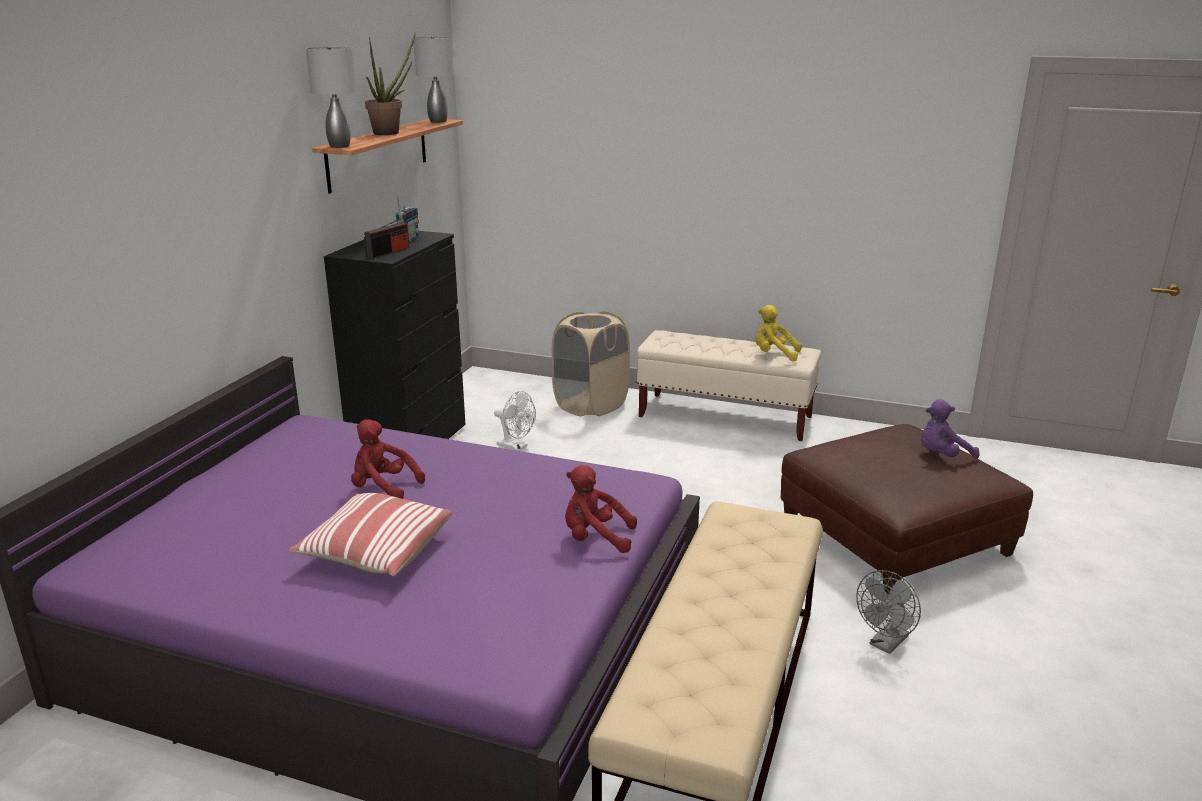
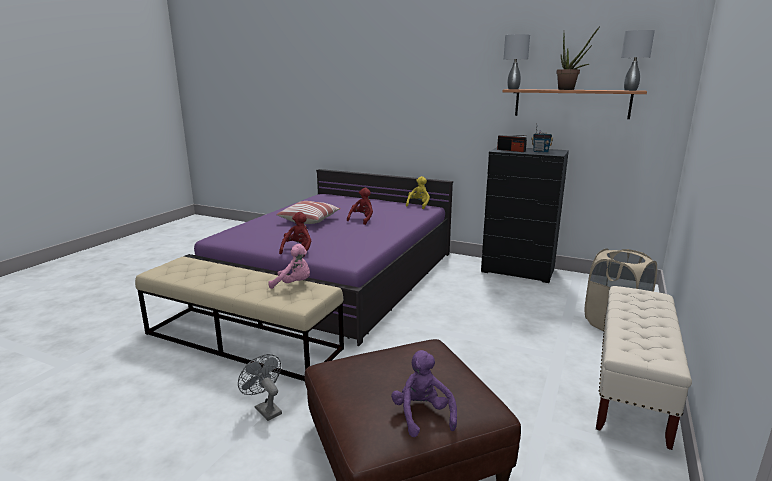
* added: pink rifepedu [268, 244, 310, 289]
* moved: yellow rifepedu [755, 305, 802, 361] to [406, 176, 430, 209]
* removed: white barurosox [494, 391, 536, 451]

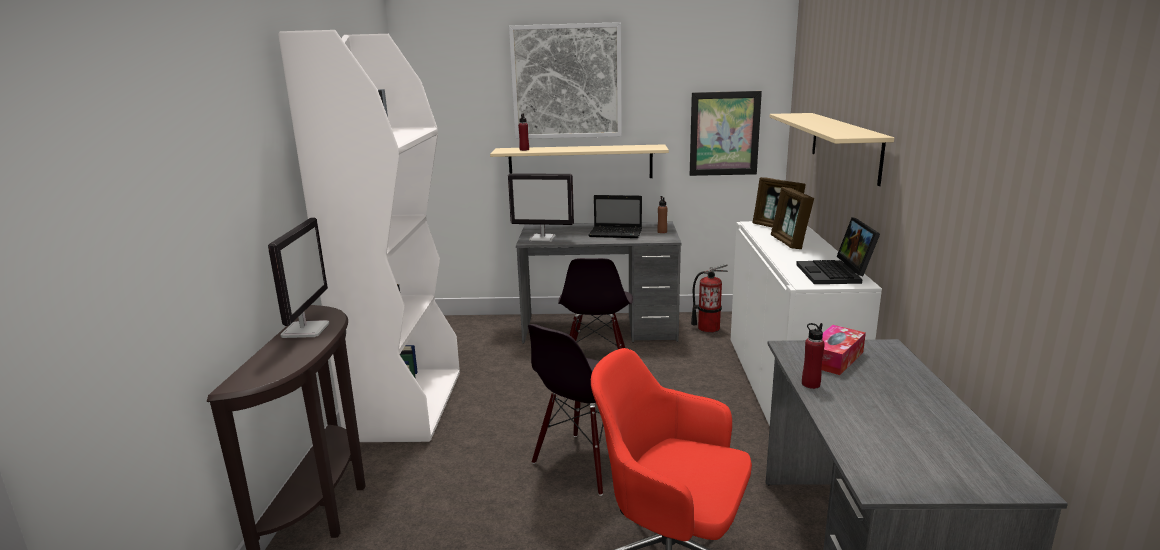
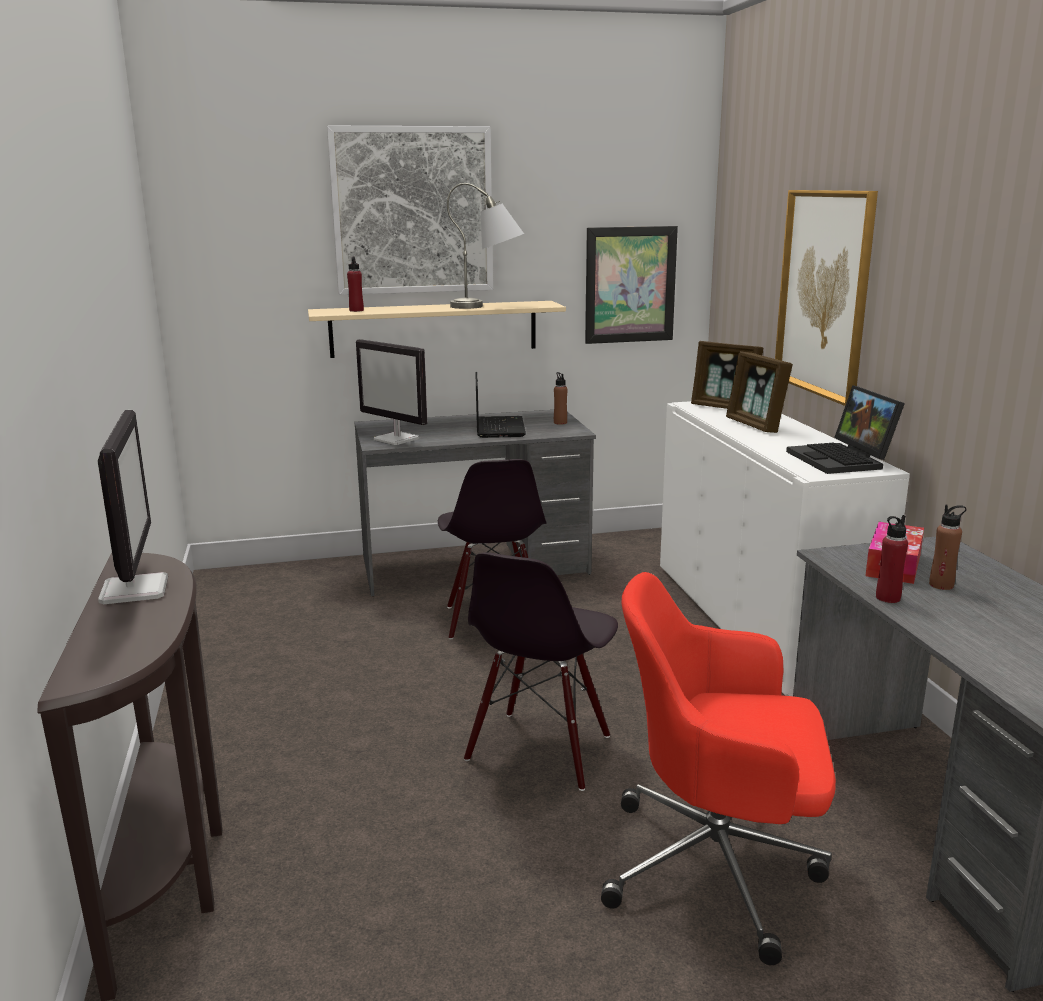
* turned: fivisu [508, 173, 574, 242] = [356, 339, 427, 445] 45 degrees clockwise
* added: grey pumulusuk [447, 183, 524, 309]
* turned: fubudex [588, 195, 642, 238] = [475, 372, 526, 438] 90 degrees counterclockwise
* replaced: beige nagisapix [770, 113, 894, 186] to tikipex [775, 190, 878, 406]
* added: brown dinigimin [929, 504, 966, 590]
* removed: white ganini [278, 30, 460, 442]
* removed: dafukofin [691, 264, 728, 333]

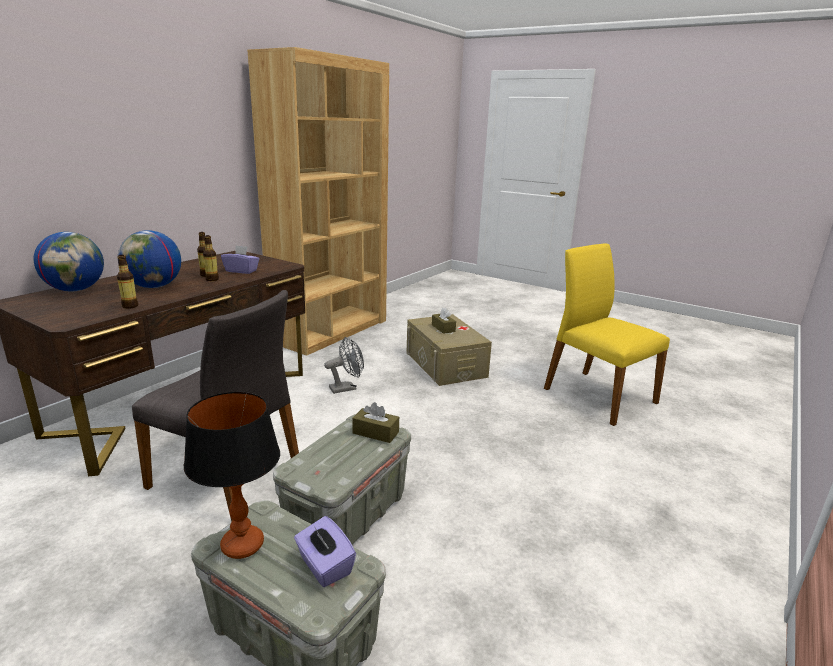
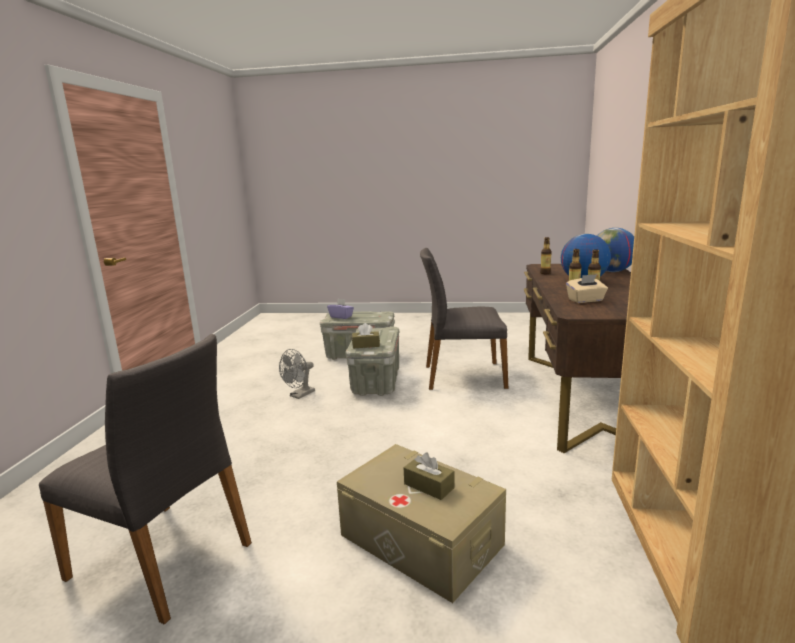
* recoloured: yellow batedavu [544, 243, 670, 426] to grey batedavu [39, 334, 252, 625]
* moved: grey barurosox [324, 337, 364, 394] to [279, 349, 315, 399]
* recoloured: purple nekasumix [221, 245, 260, 274] to beige nekasumix [566, 274, 608, 303]
* removed: pumulusuk [184, 392, 280, 559]

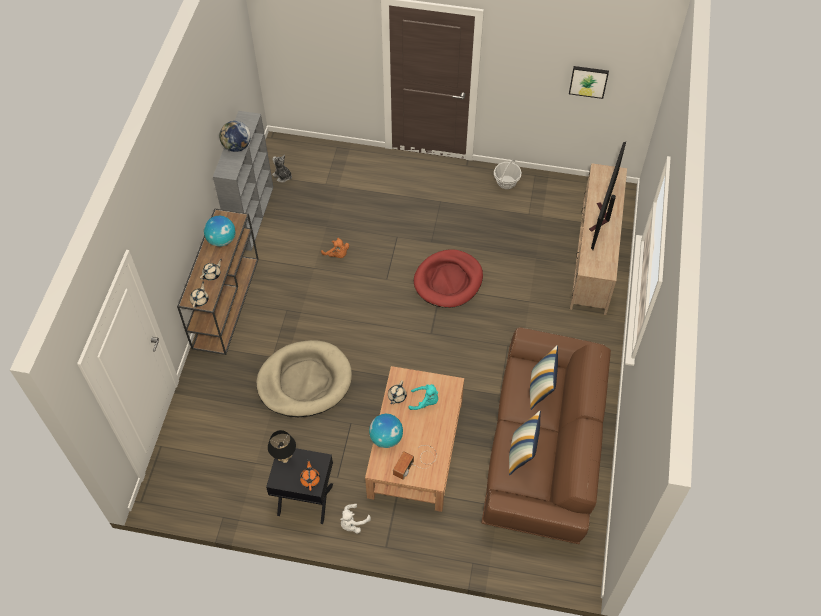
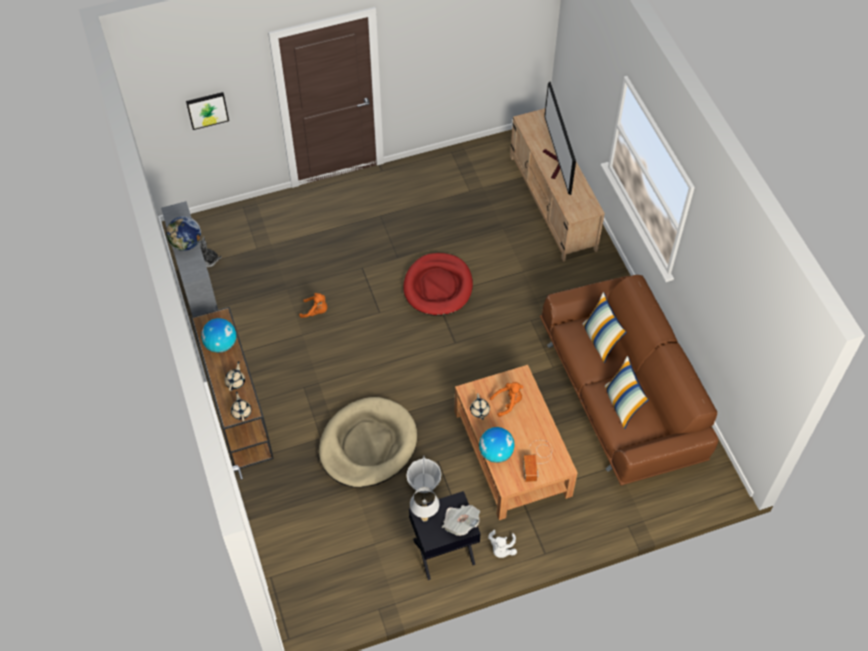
* moved: tikipex [569, 66, 609, 99] to [186, 92, 229, 130]
* moved: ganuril [494, 160, 522, 189] to [406, 456, 441, 493]
* recoloured: black pumulusuk [268, 430, 296, 463] to white pumulusuk [410, 487, 440, 522]
* replaced: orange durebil [300, 459, 320, 491] to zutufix [442, 505, 480, 536]
* recoloured: turquoise rifepedu [409, 384, 438, 410] to orange rifepedu [490, 382, 523, 417]

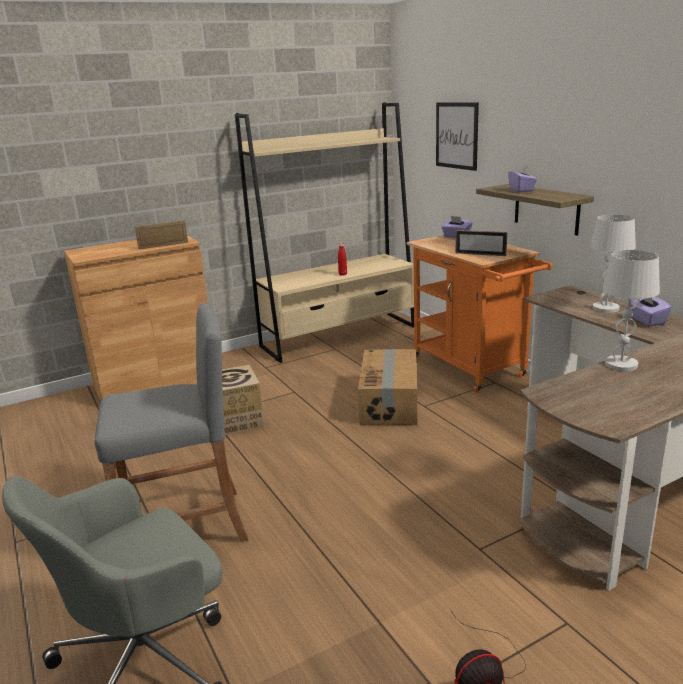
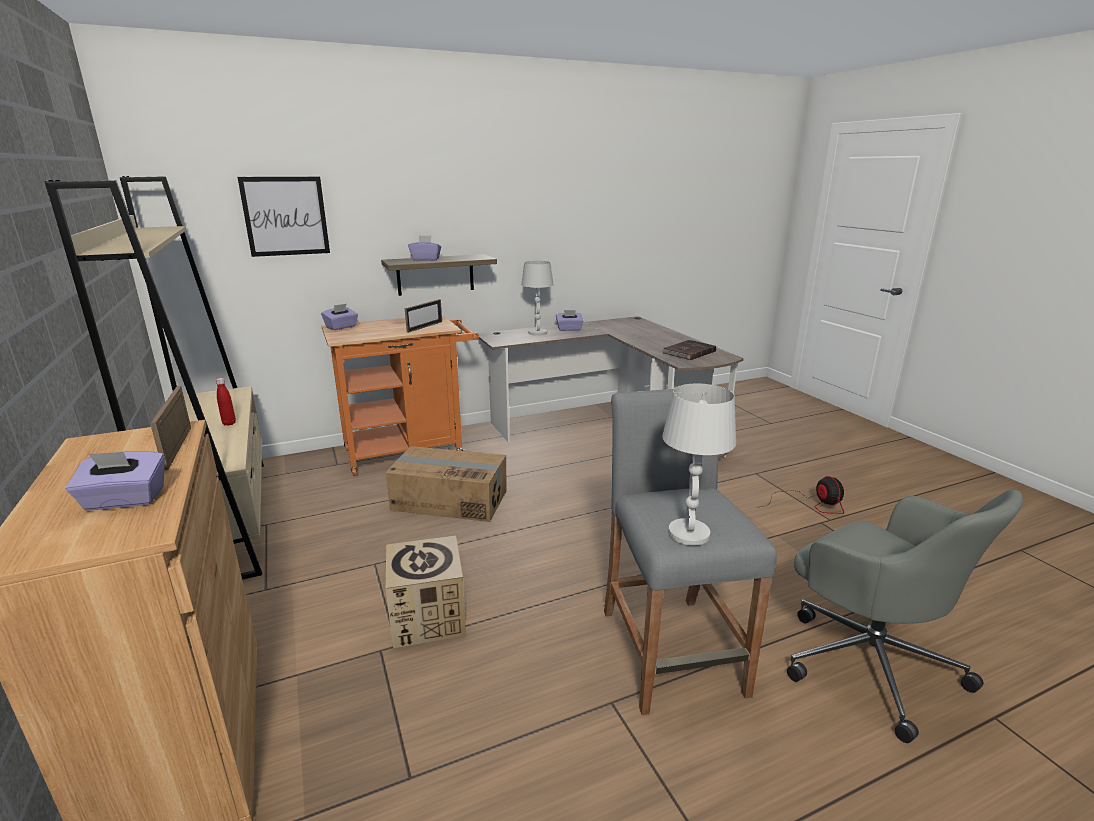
* added: purple nekasumix [66, 451, 165, 511]
* added: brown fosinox [661, 340, 716, 360]
* moved: white pumulusuk [602, 250, 660, 371] to [662, 384, 736, 545]

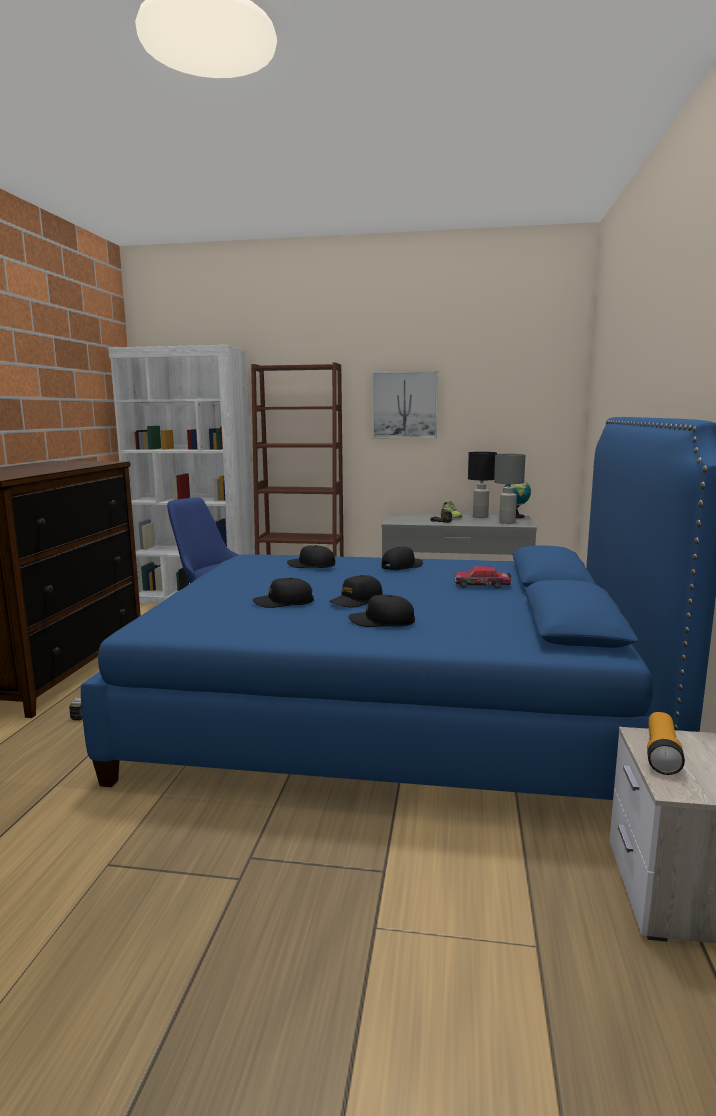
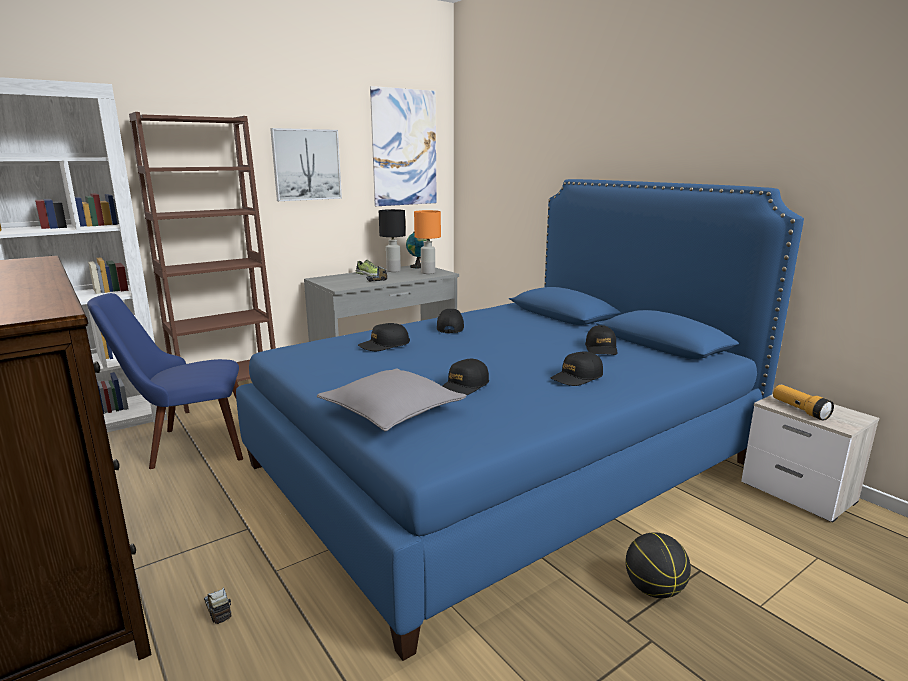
* added: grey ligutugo [317, 368, 467, 431]
* added: tikipex [370, 86, 437, 206]
* recoloured: grey pumulusuk [494, 454, 525, 524] to orange pumulusuk [414, 210, 441, 274]
* moved: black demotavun [329, 575, 383, 608] to [585, 325, 617, 355]
* added: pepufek [626, 532, 691, 598]
* removed: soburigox [455, 566, 512, 589]

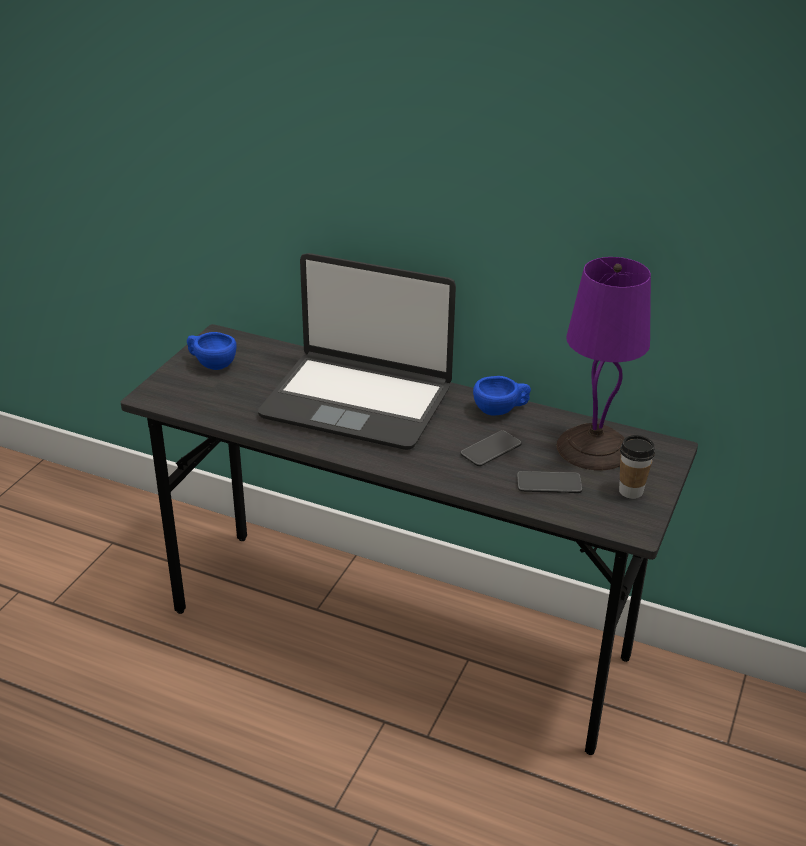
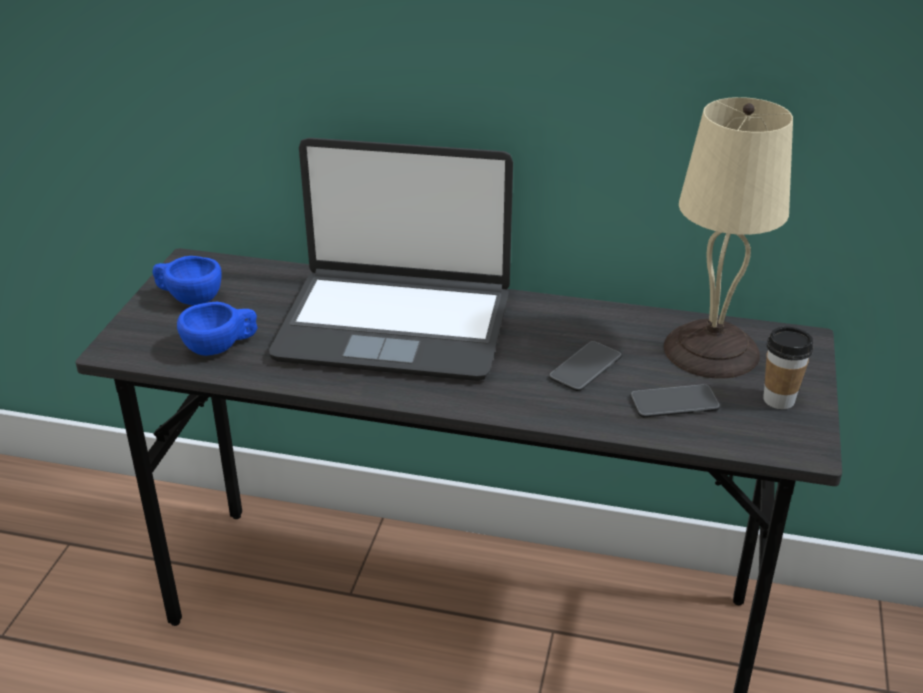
* moved: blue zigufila [473, 376, 531, 415] to [177, 302, 257, 356]
* recoloured: purple pumulusuk [557, 257, 651, 471] to beige pumulusuk [664, 97, 793, 379]

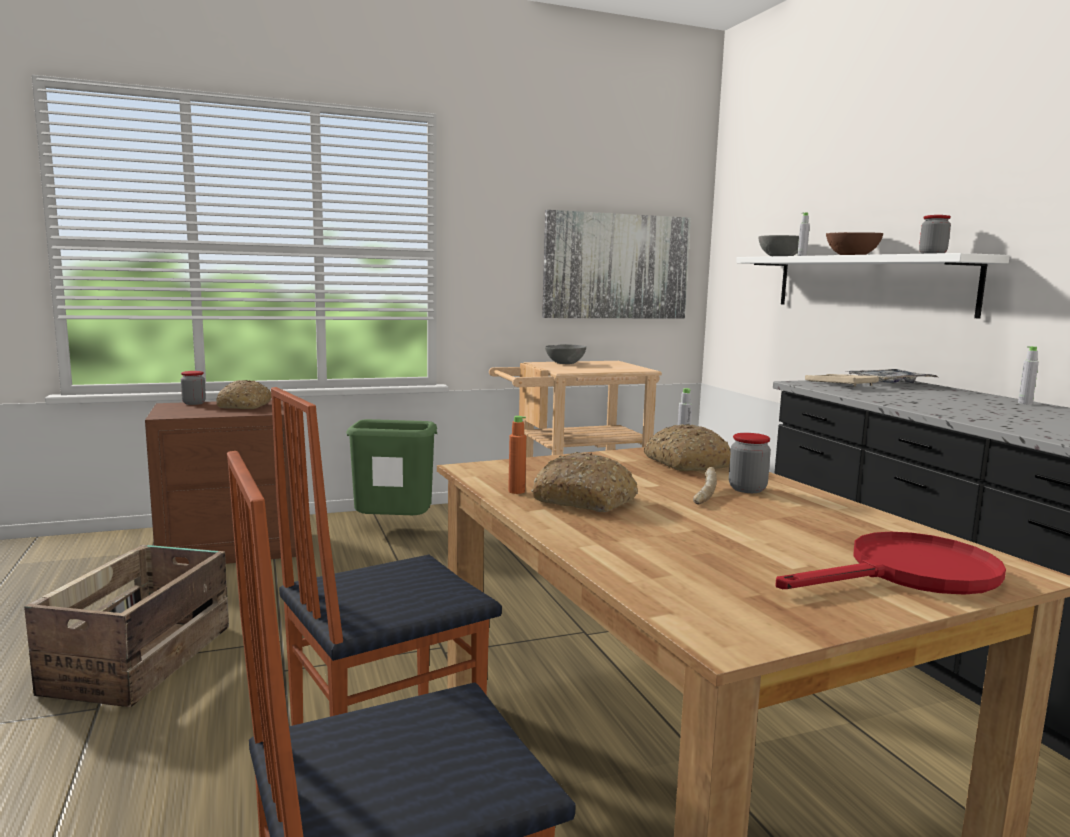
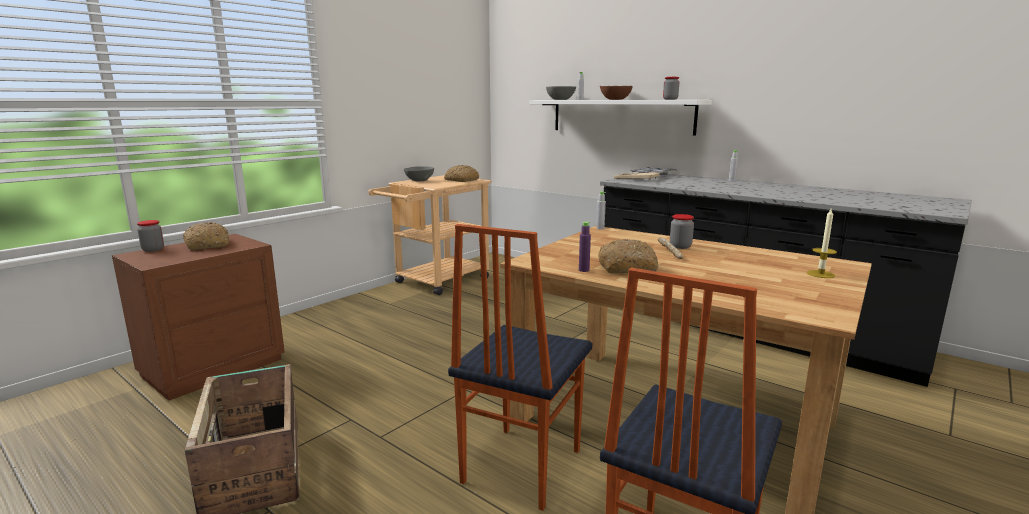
* moved: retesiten [644, 424, 731, 471] to [444, 165, 479, 182]
* recoloured: orange dinigimin [508, 416, 526, 494] to purple dinigimin [579, 222, 591, 272]
* replaced: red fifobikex [775, 532, 1006, 595] to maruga [807, 207, 837, 278]
* removed: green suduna [346, 419, 437, 515]
* removed: tikipex [542, 210, 691, 319]

